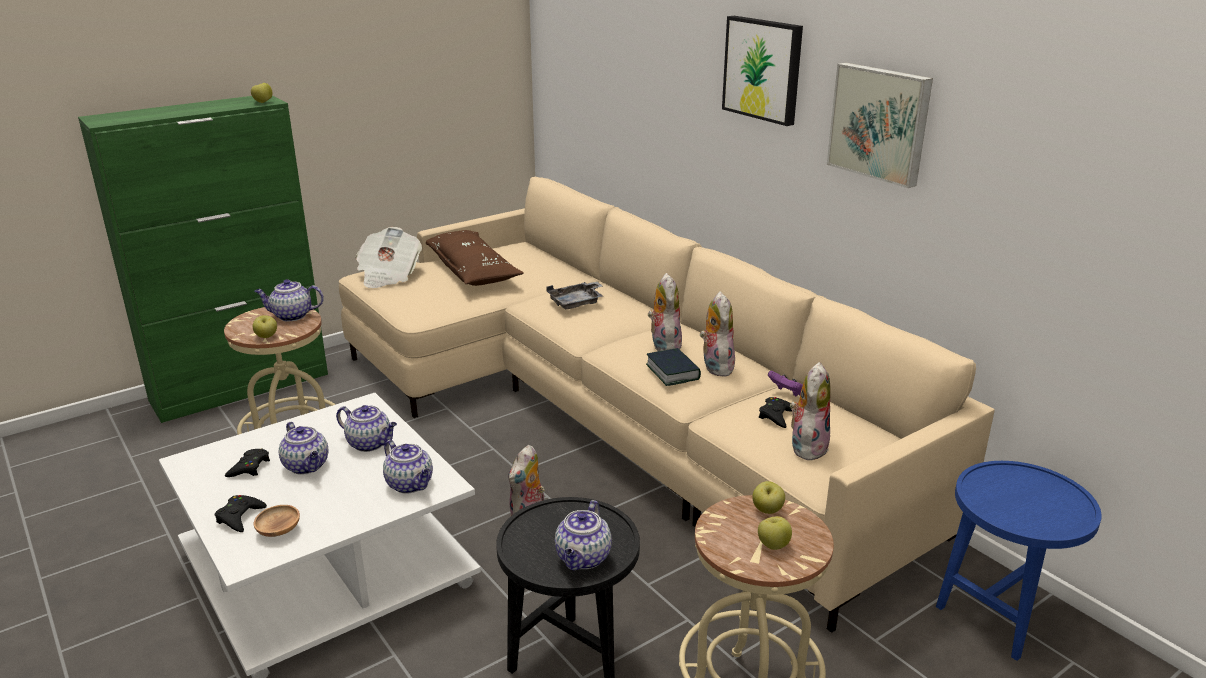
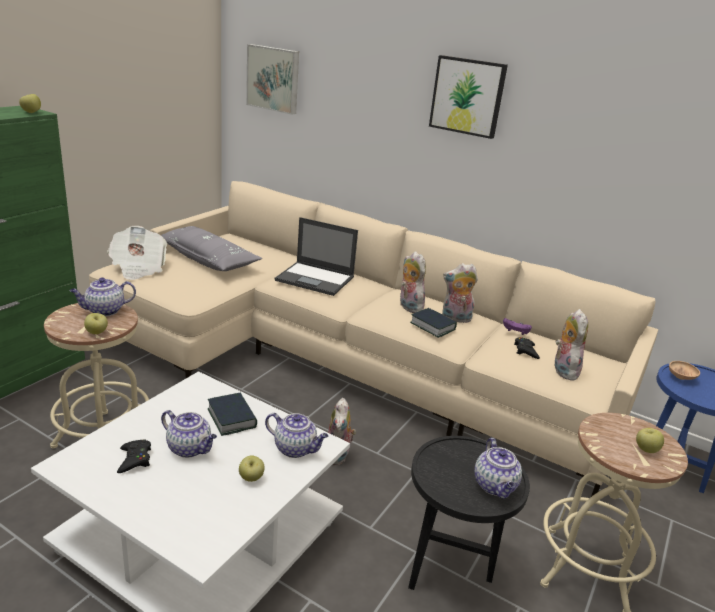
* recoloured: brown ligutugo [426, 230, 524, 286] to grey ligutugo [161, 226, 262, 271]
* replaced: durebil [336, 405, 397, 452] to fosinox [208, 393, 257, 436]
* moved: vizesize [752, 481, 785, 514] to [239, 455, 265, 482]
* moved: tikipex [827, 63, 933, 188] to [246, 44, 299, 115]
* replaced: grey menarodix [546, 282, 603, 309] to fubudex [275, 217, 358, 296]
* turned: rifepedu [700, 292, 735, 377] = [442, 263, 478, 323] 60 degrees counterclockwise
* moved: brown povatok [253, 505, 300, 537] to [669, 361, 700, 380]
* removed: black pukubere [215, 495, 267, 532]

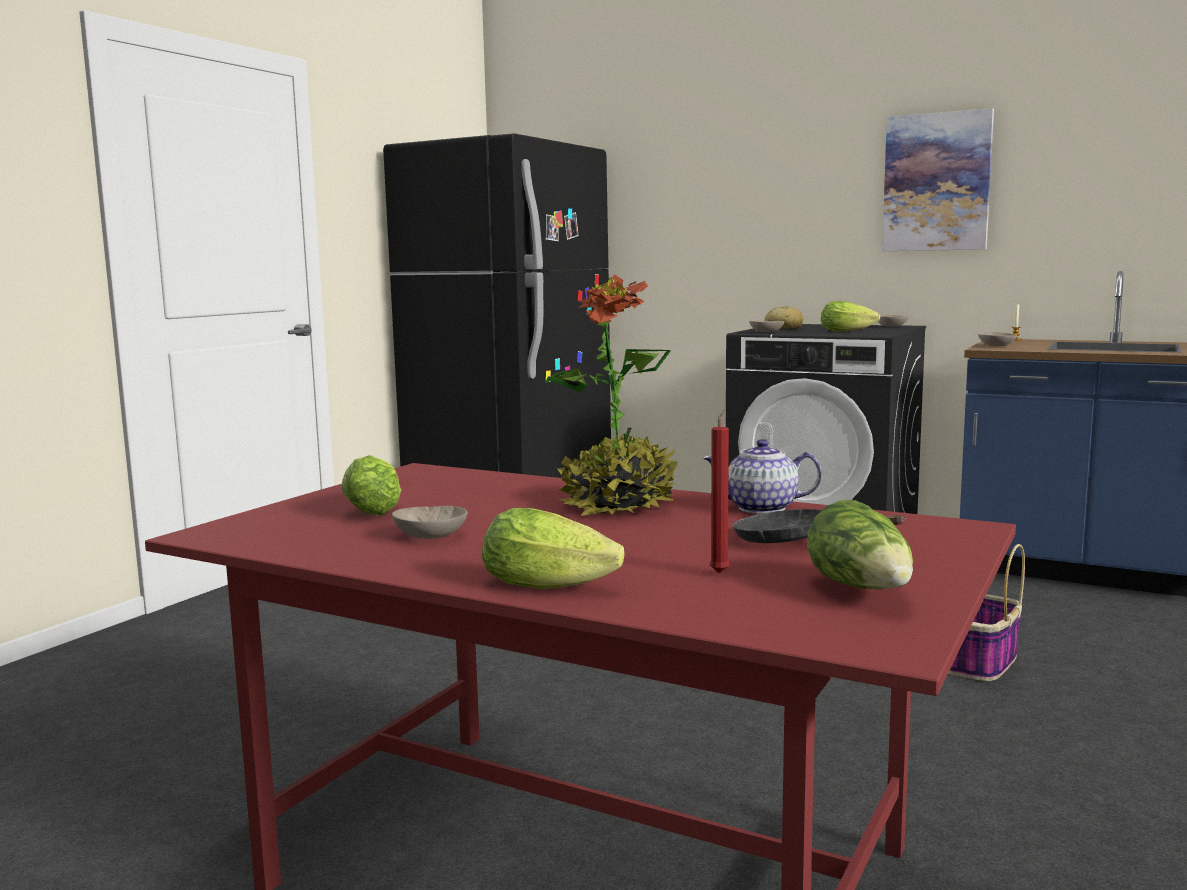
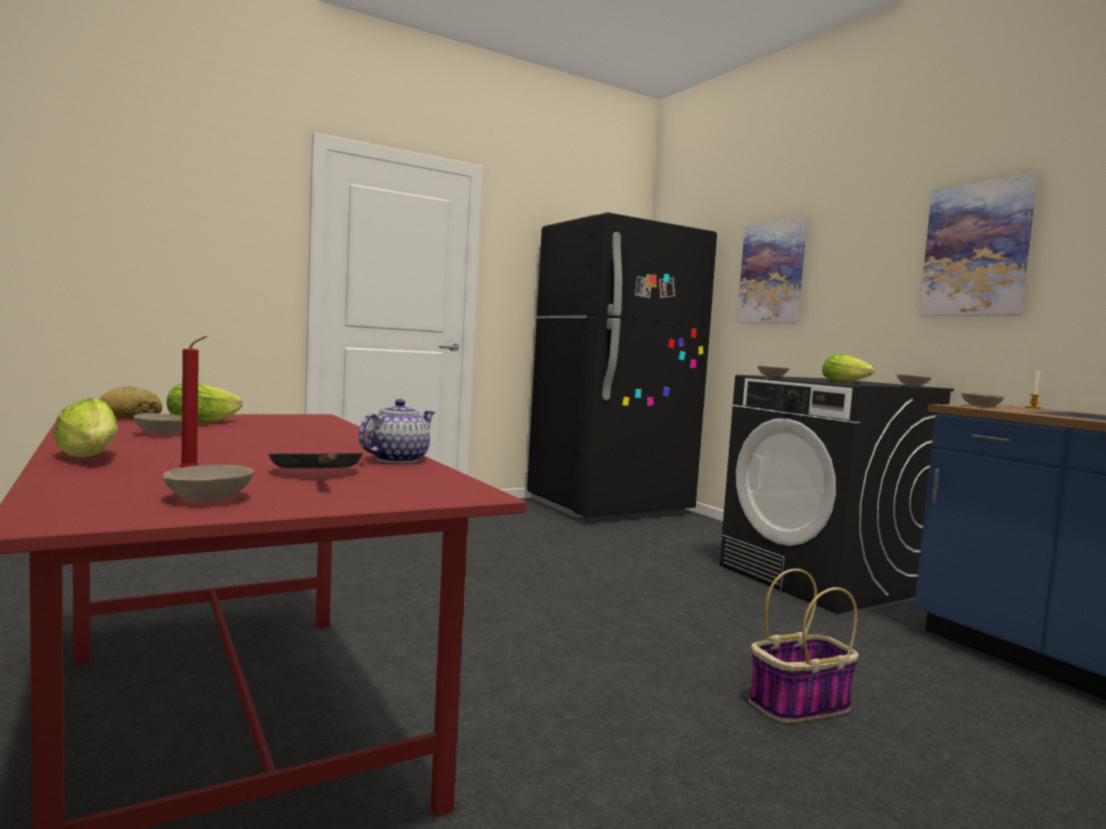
* moved: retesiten [765, 306, 803, 329] to [99, 386, 162, 418]
* replaced: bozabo [807, 500, 913, 590] to beige povatok [163, 465, 254, 501]
* turned: durebil [703, 439, 822, 514] = [358, 399, 435, 463] 90 degrees clockwise
* added: tikipex [737, 218, 807, 324]
* removed: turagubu [545, 275, 678, 516]

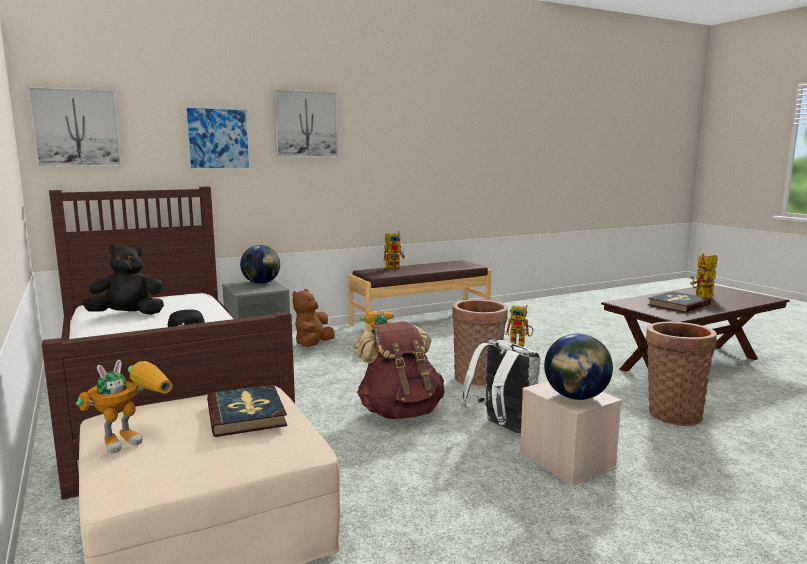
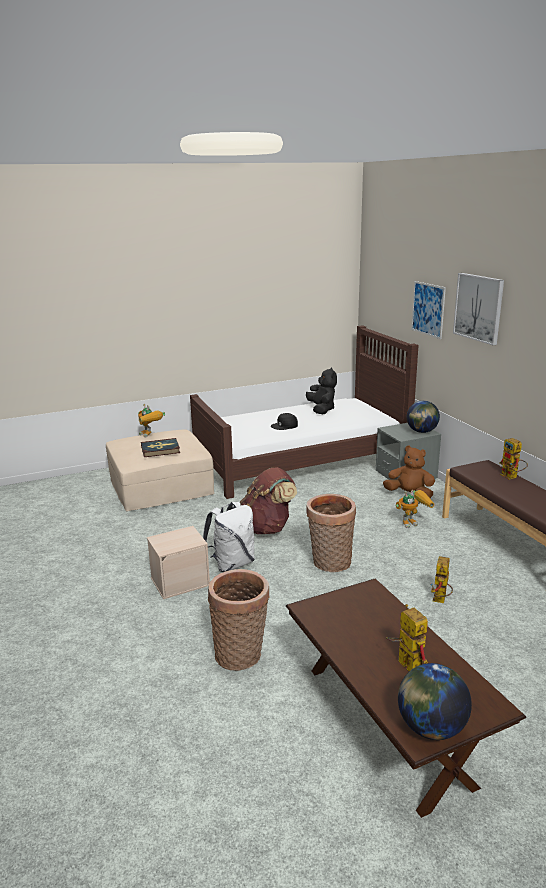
* moved: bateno [544, 334, 613, 400] to [398, 663, 472, 740]
* removed: tikipex [27, 86, 122, 167]
* removed: fosinox [647, 291, 711, 313]

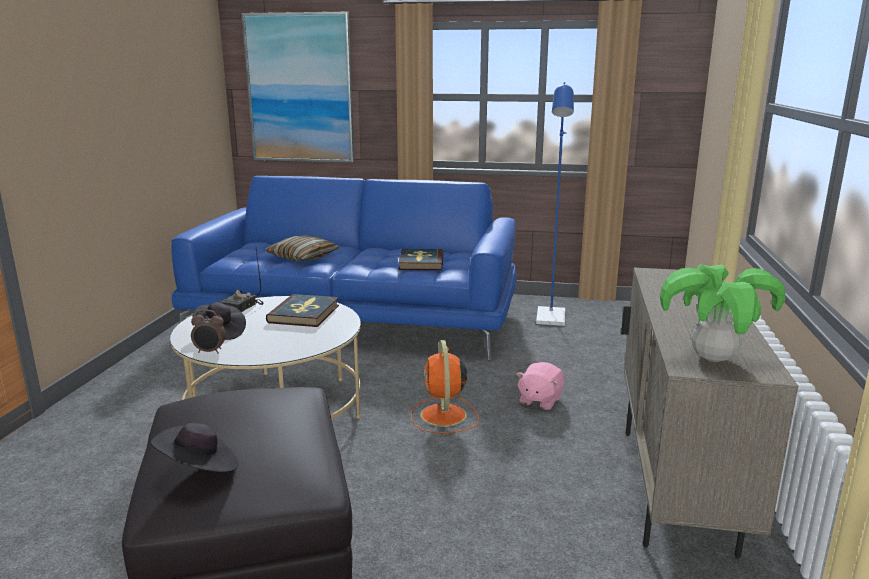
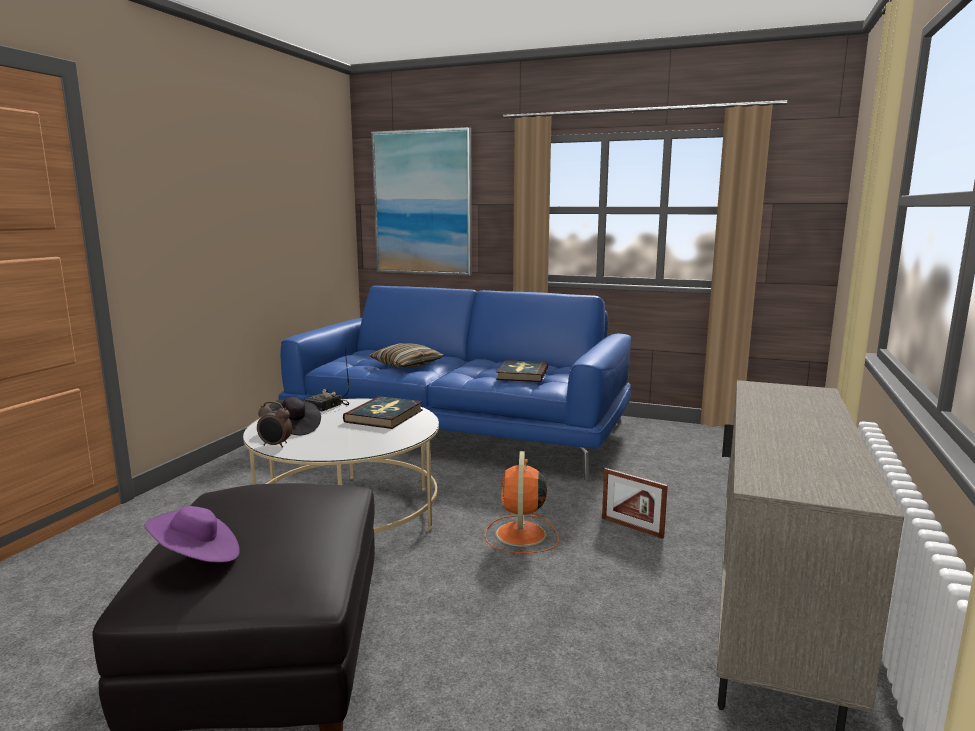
* recoloured: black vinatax [151, 423, 238, 473] to purple vinatax [145, 506, 240, 563]
* replaced: pink rifepedu [516, 362, 564, 410] to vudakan [602, 468, 668, 539]
* removed: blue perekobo [536, 82, 574, 326]
* removed: turagubu [660, 264, 786, 362]

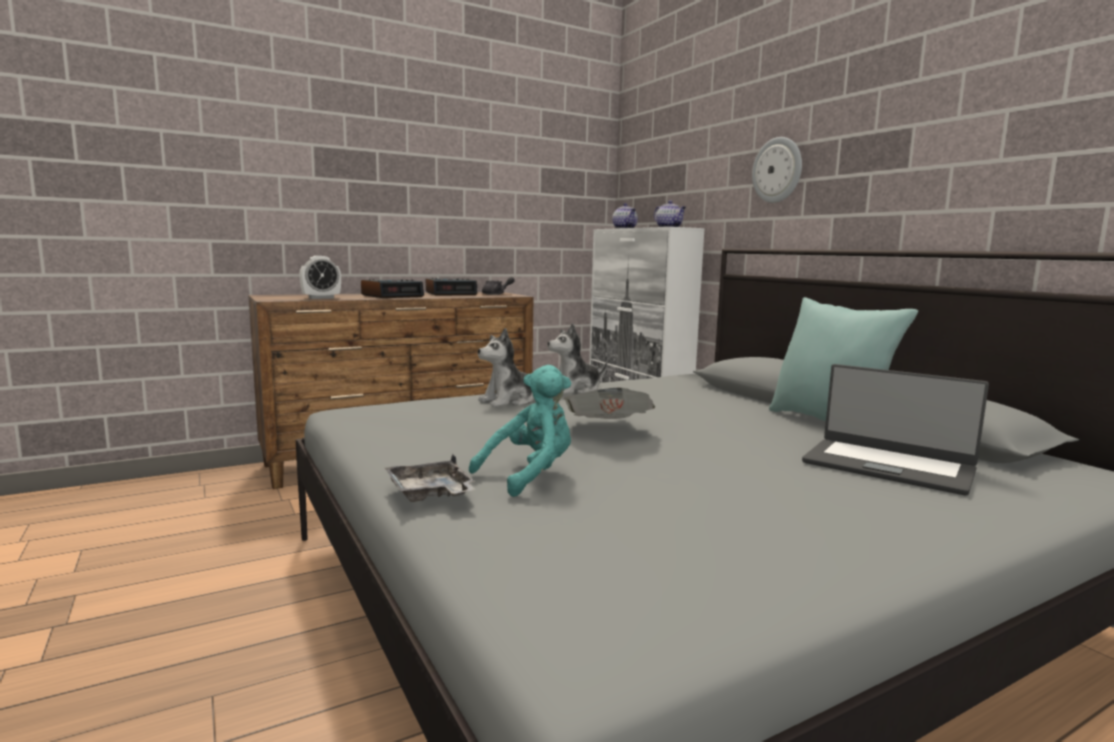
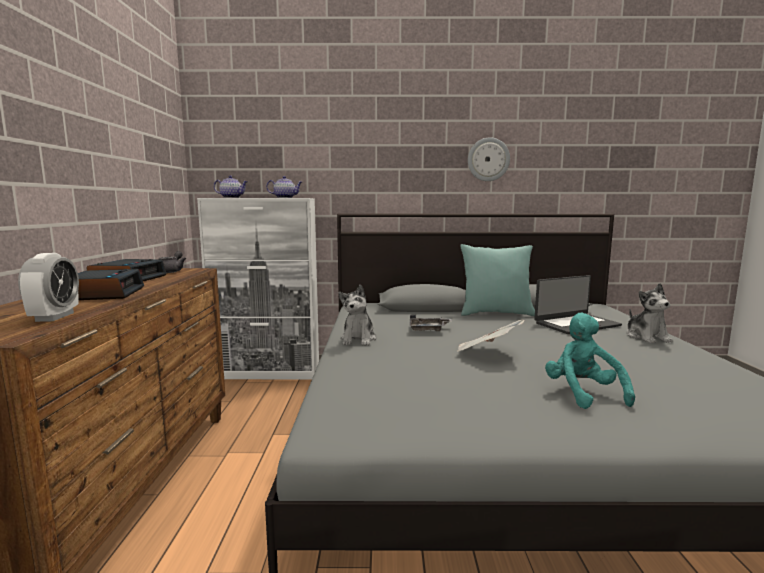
* moved: grey menarodix [385, 454, 475, 502] to [410, 315, 452, 331]
* moved: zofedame [752, 137, 802, 203] to [468, 137, 510, 181]
* moved: rifepedu [478, 328, 533, 407] to [626, 283, 673, 343]

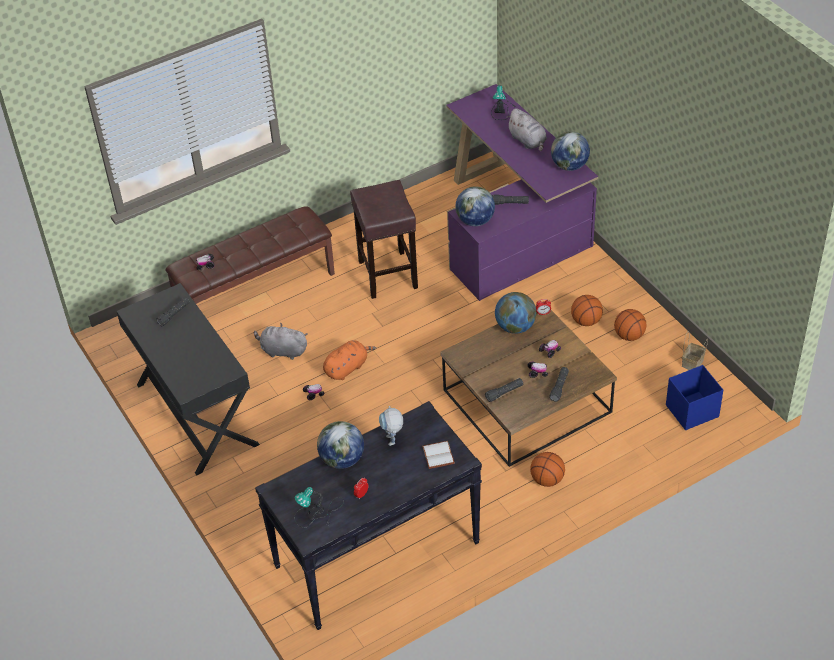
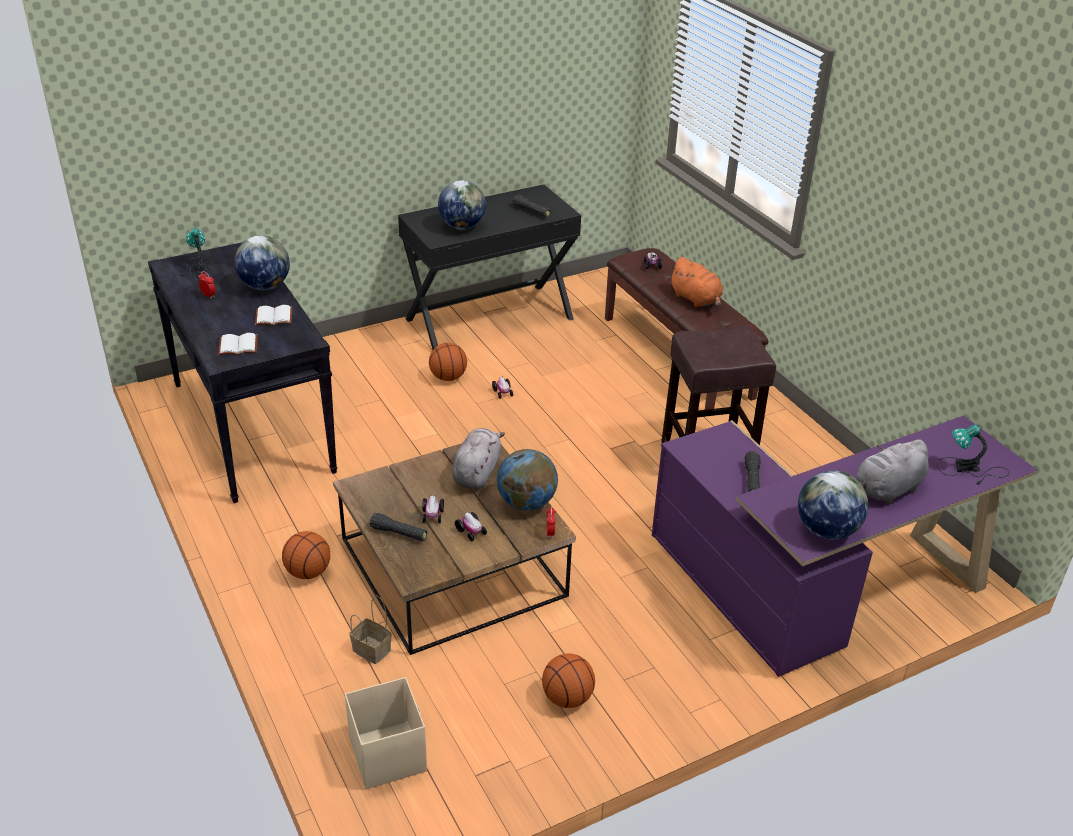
* replaced: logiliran [379, 406, 403, 446] to white fosinox [255, 305, 292, 326]
* recoloured: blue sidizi [666, 365, 723, 430] to beige sidizi [345, 677, 427, 789]
* moved: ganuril [682, 331, 708, 370] to [350, 595, 392, 664]
* moved: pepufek [571, 295, 603, 326] to [429, 343, 467, 381]
* moved: bateno [455, 186, 495, 226] to [438, 180, 486, 230]
* moved: grey rifepedu [254, 323, 307, 360] to [452, 428, 505, 488]
* moved: orange rifepedu [323, 340, 377, 380] to [669, 257, 723, 307]
* removed: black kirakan [485, 378, 523, 402]

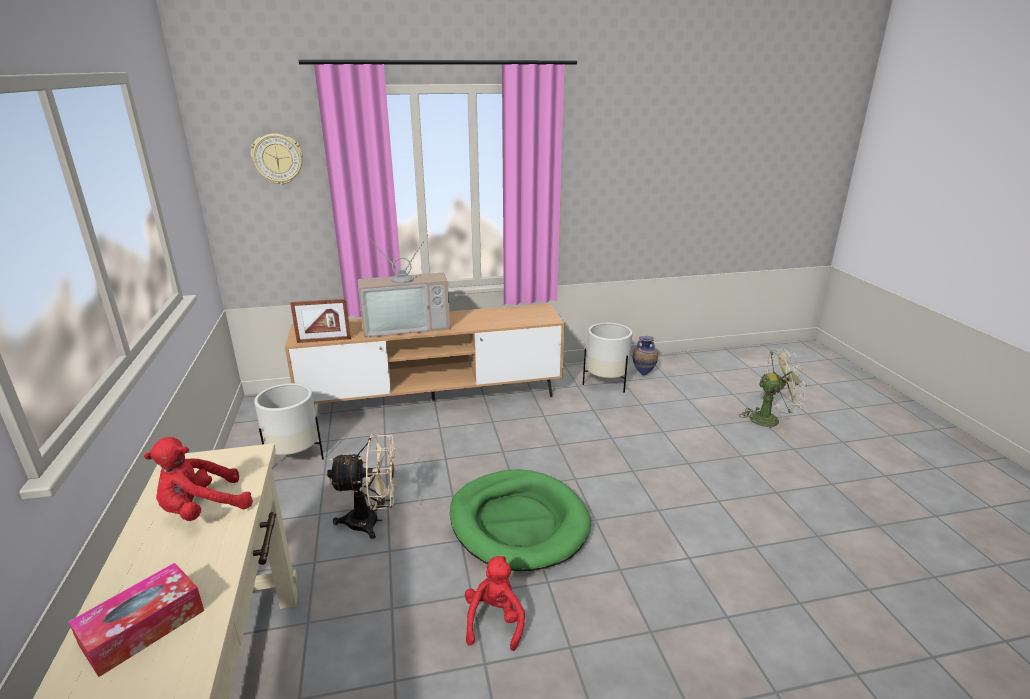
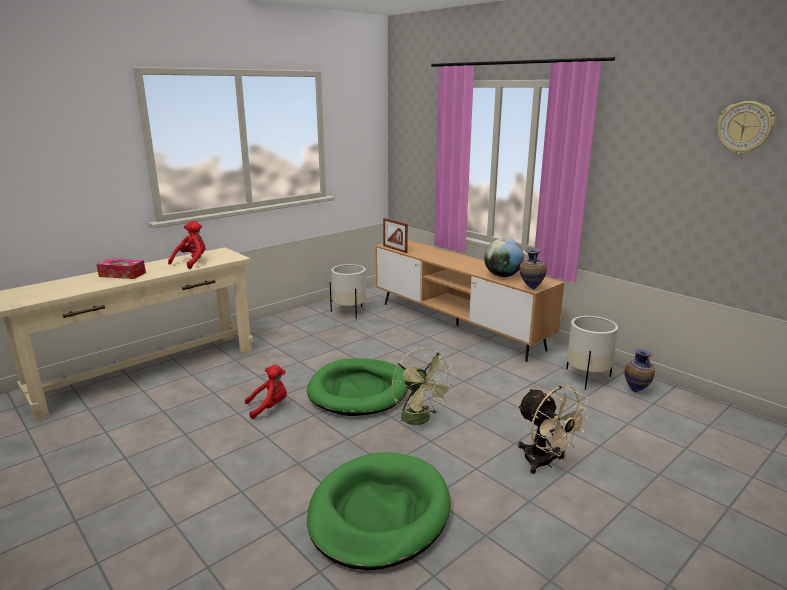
* turned: red rifepedu [144, 437, 253, 521] = [168, 221, 206, 269] 90 degrees clockwise
* added: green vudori [307, 452, 451, 570]
* moved: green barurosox [739, 349, 807, 433] to [392, 348, 454, 430]
* added: bateno [484, 238, 524, 277]
* moved: beige barurosox [327, 434, 397, 539] to [517, 385, 591, 474]
* added: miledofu [520, 248, 546, 290]
* moved: zofedame [251, 134, 303, 185] to [717, 101, 775, 155]
* removed: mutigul [358, 235, 450, 338]

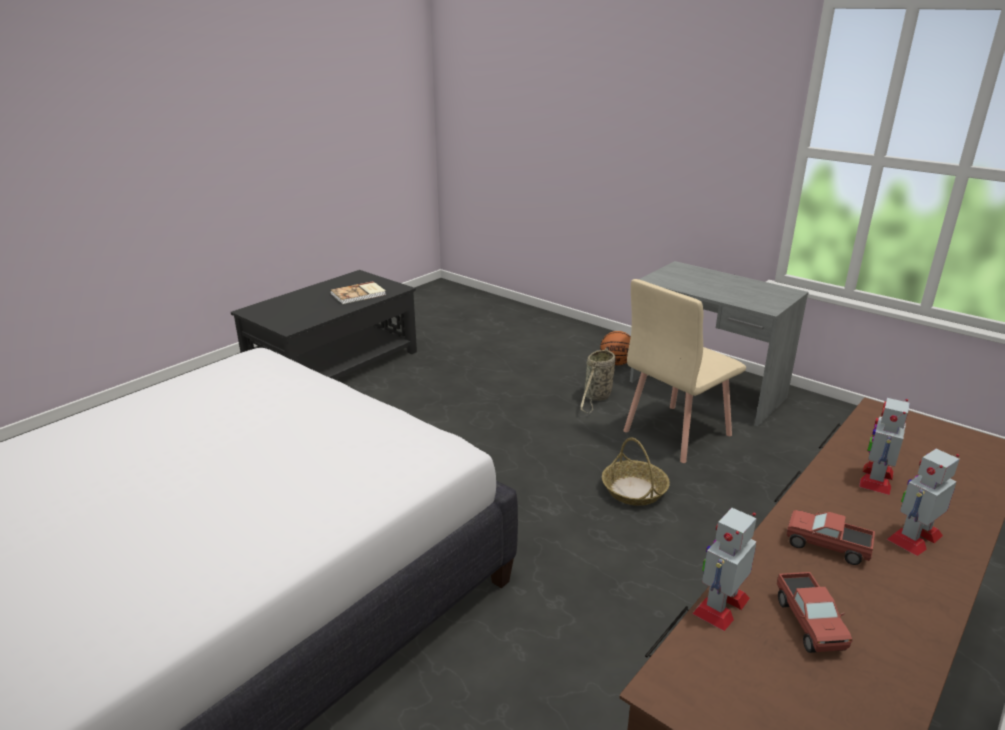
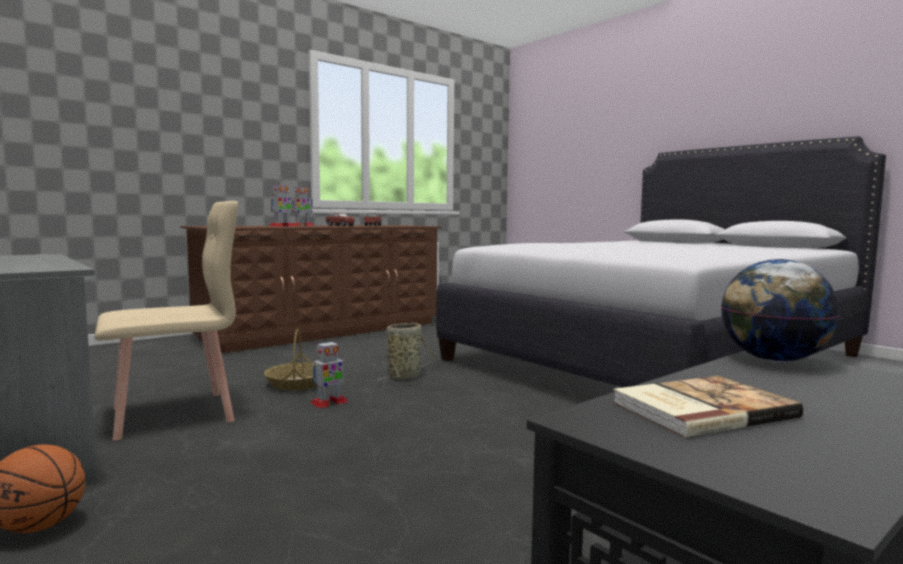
* moved: logiliran [692, 508, 757, 631] to [311, 340, 348, 408]
* moved: ganuril [580, 348, 616, 413] to [377, 323, 437, 381]
* added: bateno [721, 259, 840, 362]

